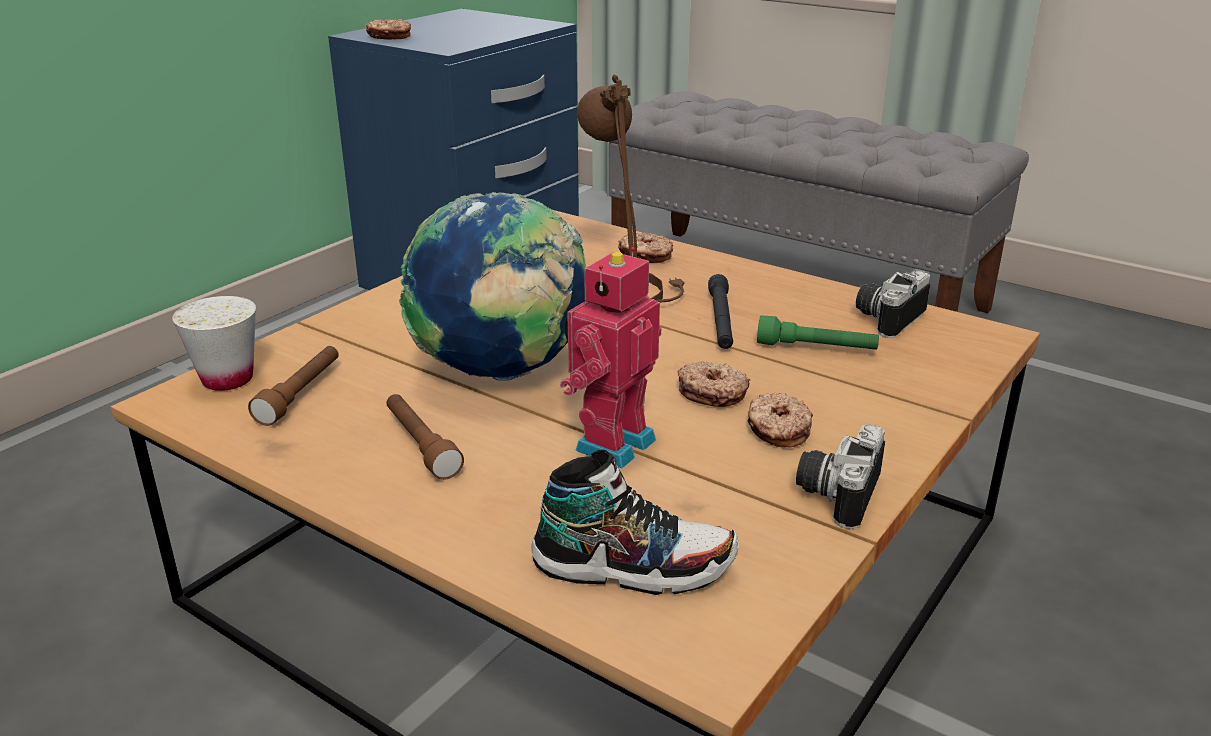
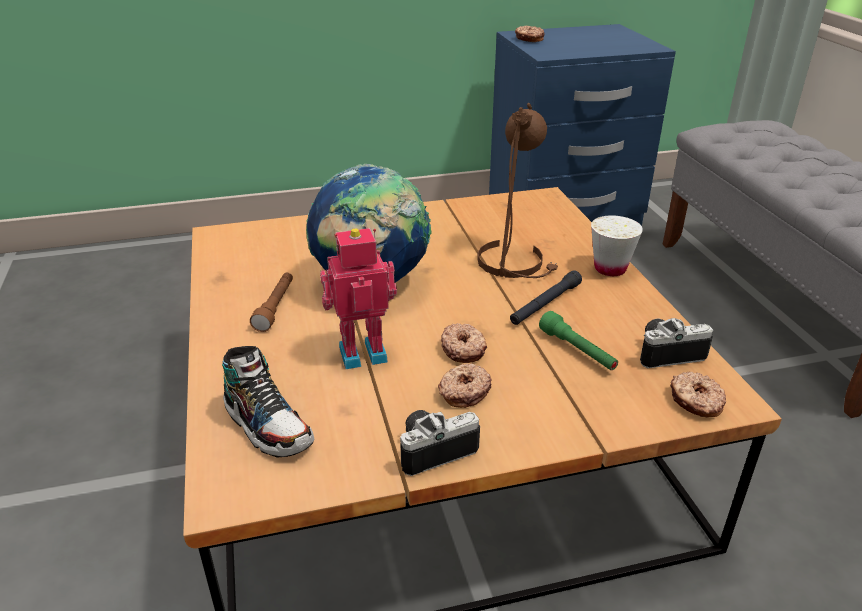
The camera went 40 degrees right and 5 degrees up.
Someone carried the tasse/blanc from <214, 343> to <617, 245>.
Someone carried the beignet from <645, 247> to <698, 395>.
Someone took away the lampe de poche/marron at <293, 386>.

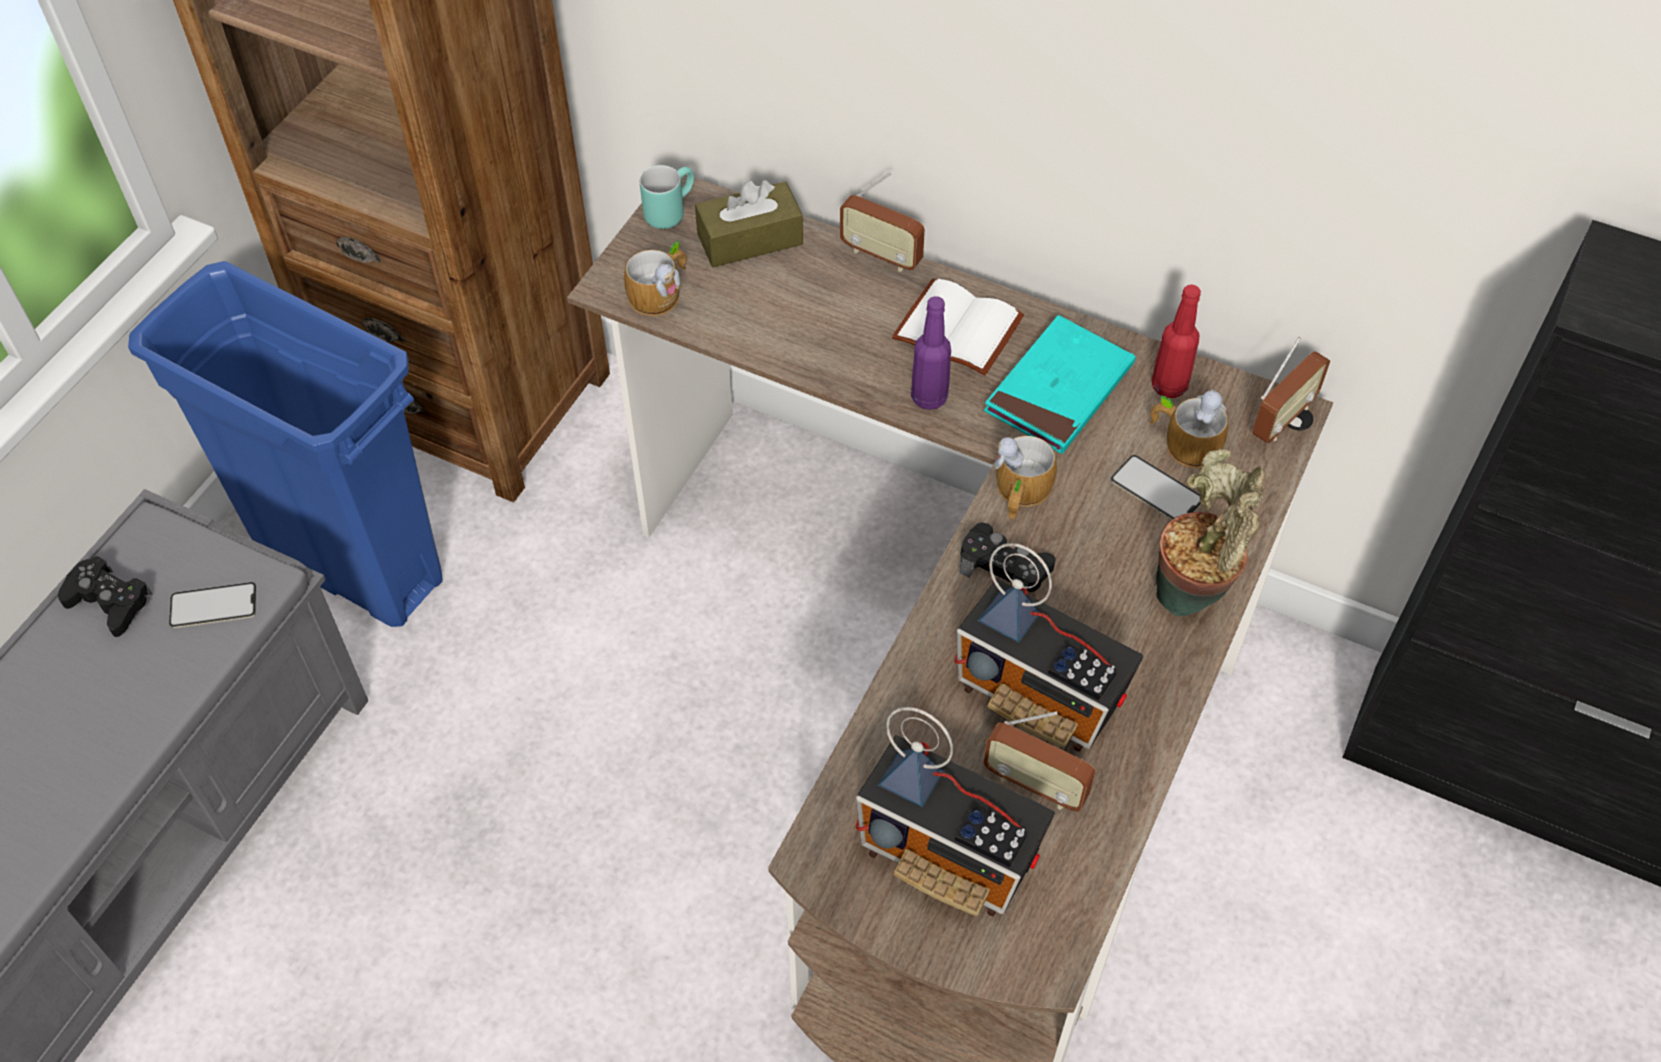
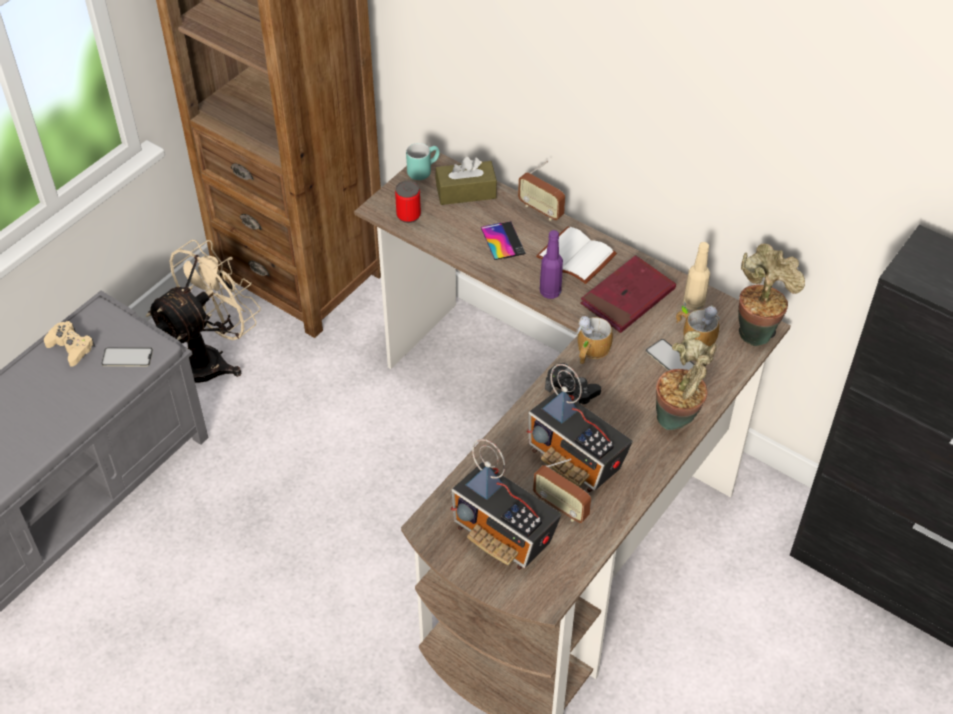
The camera went 10 degrees right and 5 degrees down.
Someone repainted the manette/noir at <105, 596>, which became the manette/beige at <69, 344>.
Someone swapped the poubelle/bleu at <285, 444> for the ventilateur/beige at <203, 311>.
Someone swapped the mug at <655, 278> for the boîte métallique at <408, 202>.
Someone put down the téléphone at <503, 240>.
Someone repainted the livre/turquoise at <1060, 384>, which became the livre/rouge at <628, 294>.
Someone repainted the bouteille/rouge at <1176, 341>, which became the bouteille/beige at <696, 276>.
Someone swapped the radio at <1291, 390> for the plante en pot at <771, 294>.

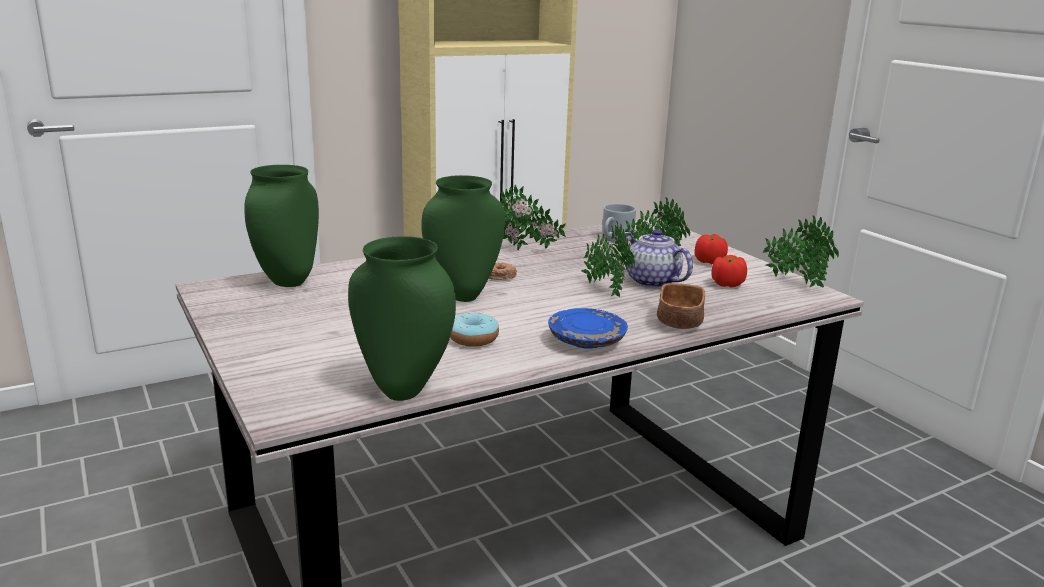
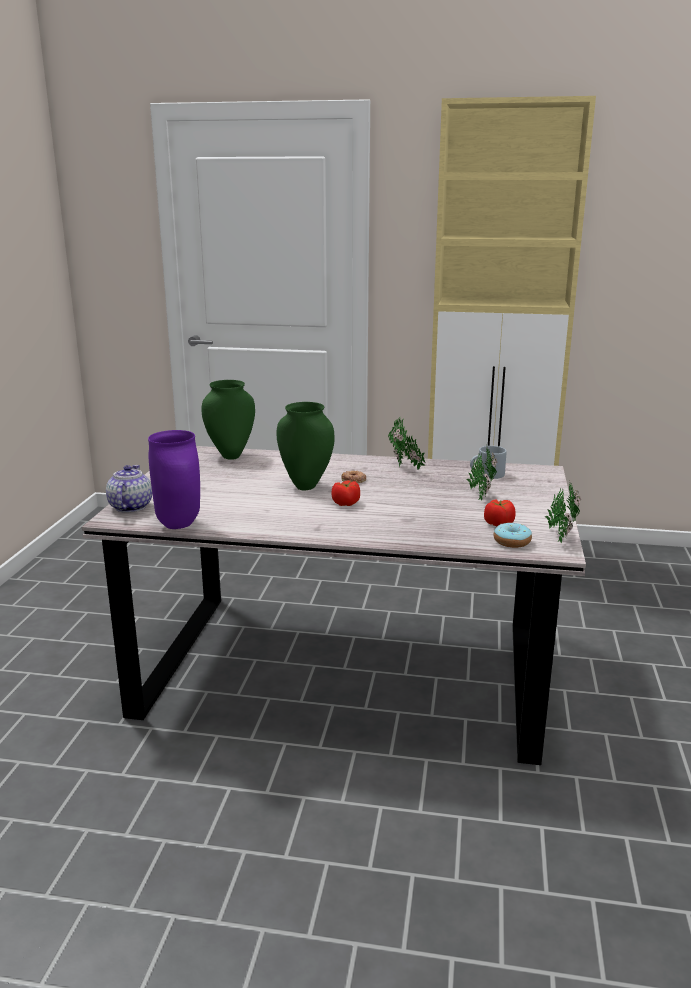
The camera went 40 degrees right and 0 degrees up.
Someone carried the théière from <658, 258> to <129, 489>.
Someone repainted the vase/vert at <402, 318>, which became the vase/violet at <174, 479>.
Someone carried the tomate from <711, 249> to <345, 493>.
Someone carried the beignet from <474, 330> to <513, 535>.
Someone took away the assiette/bleu at <588, 328>.
Someone took away the plante en pot at <608, 259>.
Someone took away the bol/marron at <681, 306>.

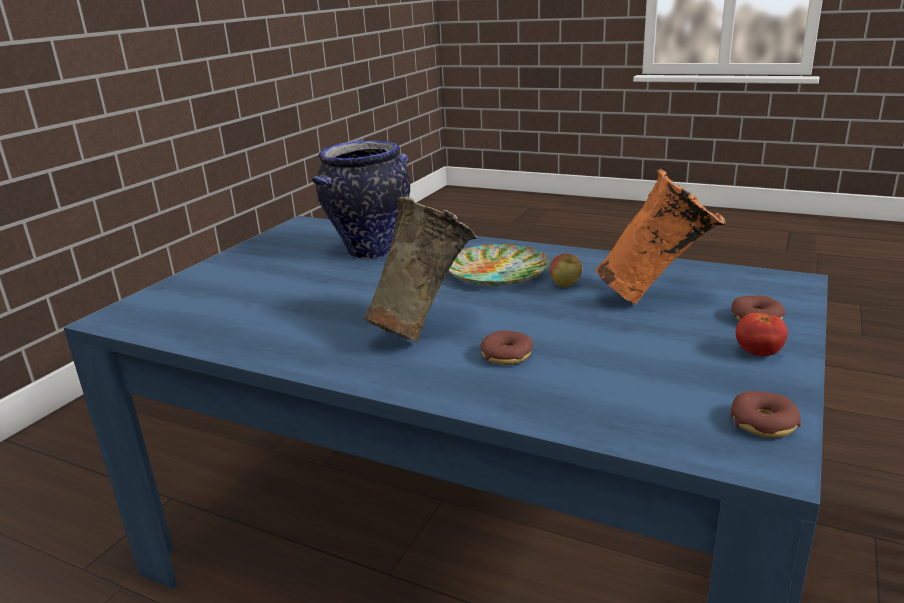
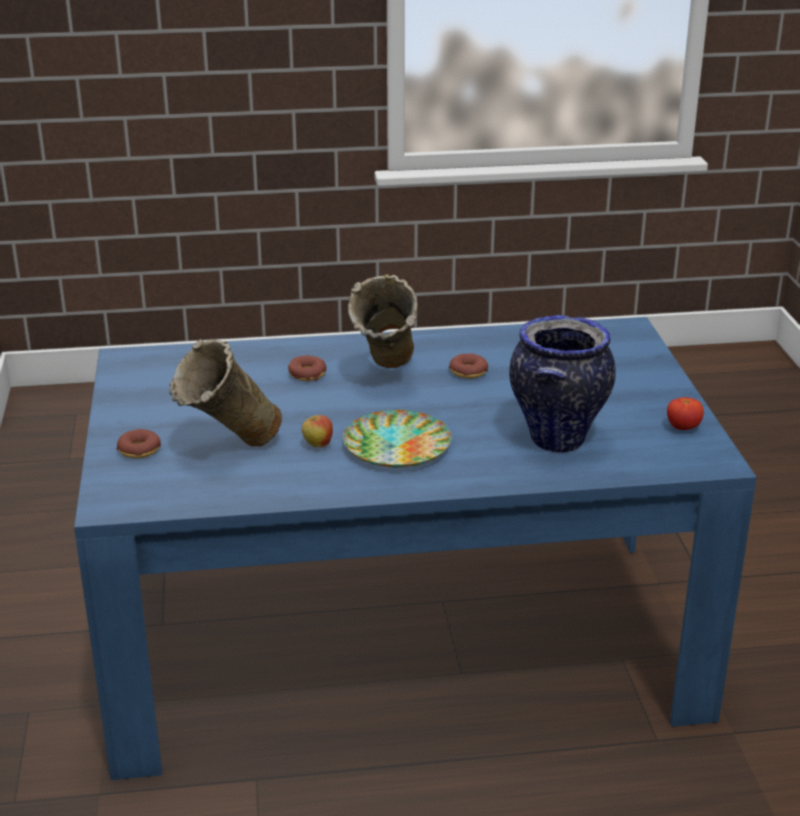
The camera went 145 degrees right and 5 degrees up.
Someone repainted the vase/orange at <660, 237>, which became the vase/beige at <225, 393>.
Someone carried the beignet from <765, 414> to <468, 366>.
Someone carried the tomate from <762, 334> to <685, 413>.

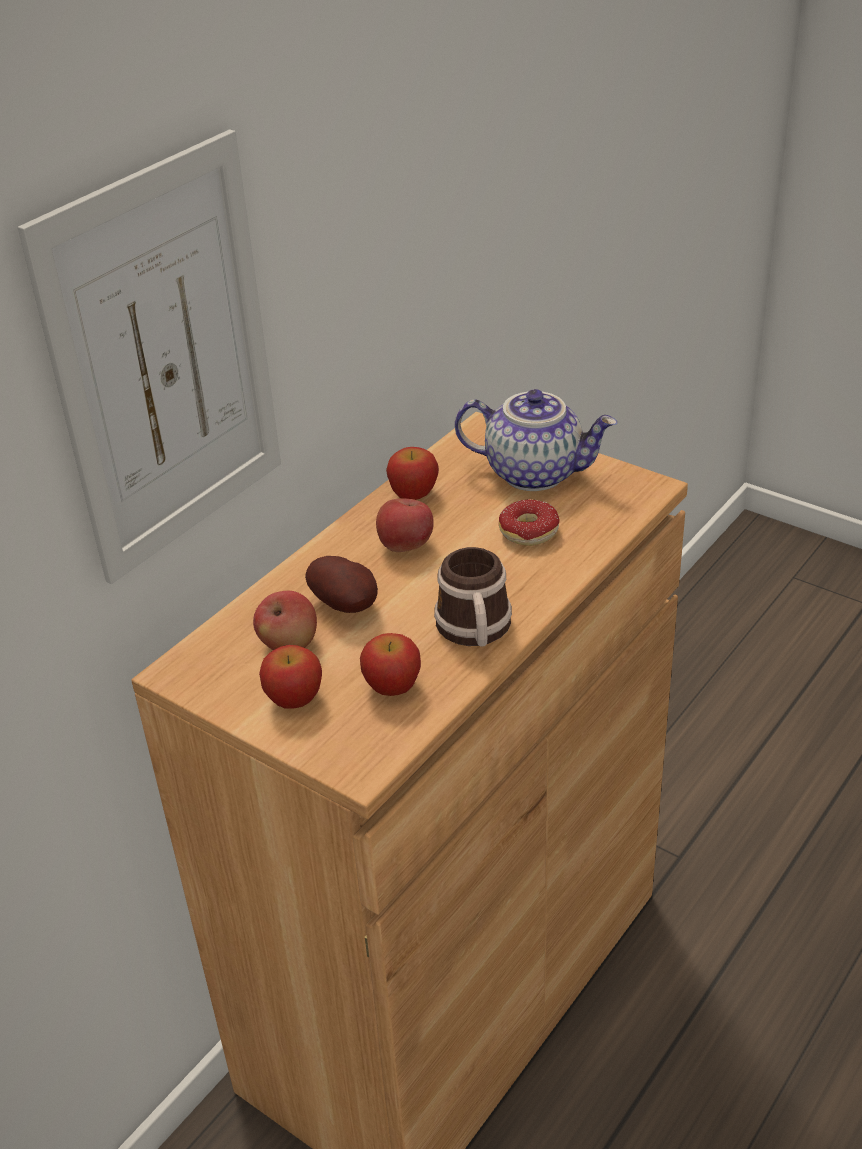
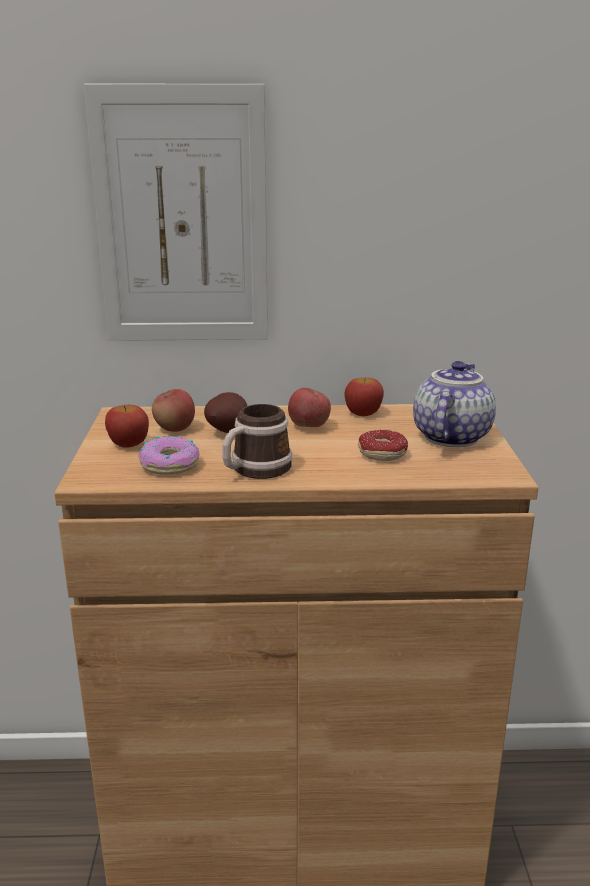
The camera went 50 degrees right and 15 degrees down.
Someone swapped the pomme at <390, 664> for the beignet at <169, 455>.
Someone rotated the théière at <536, 440> by 135 degrees counterclockwise.

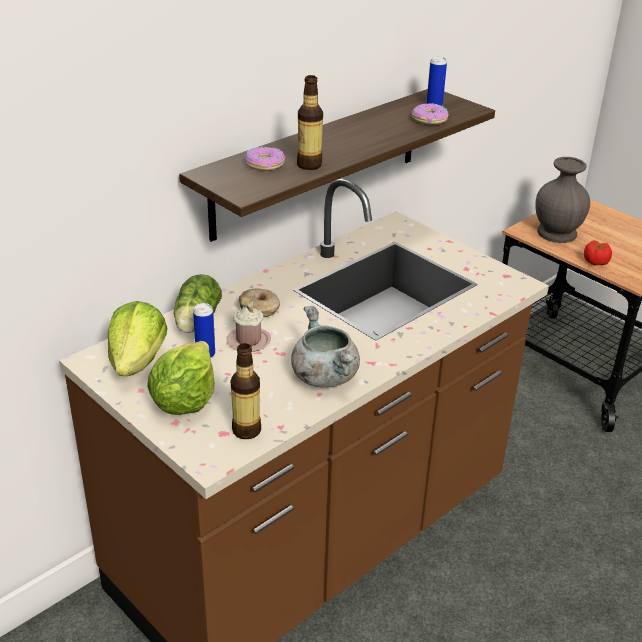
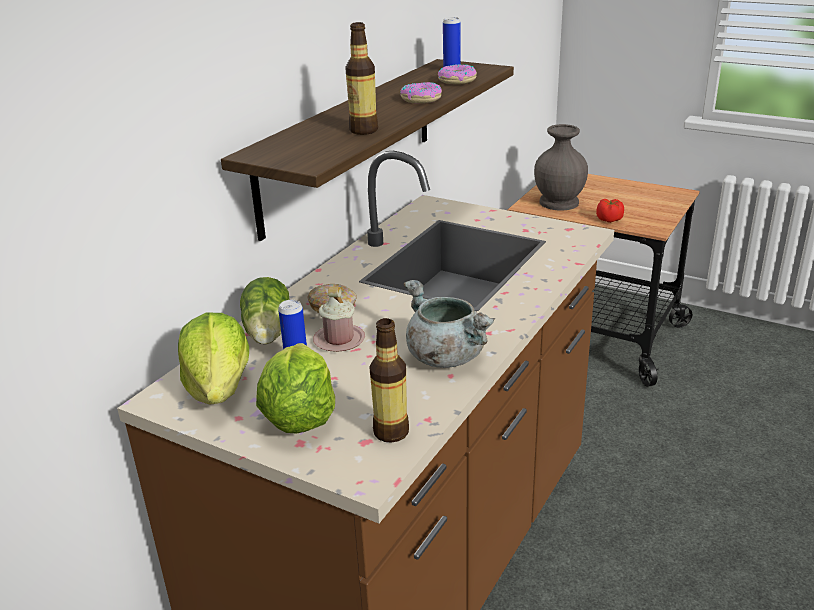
The camera went 15 degrees left and 5 degrees down.
Someone carried the beignet from <265, 158> to <421, 92>.

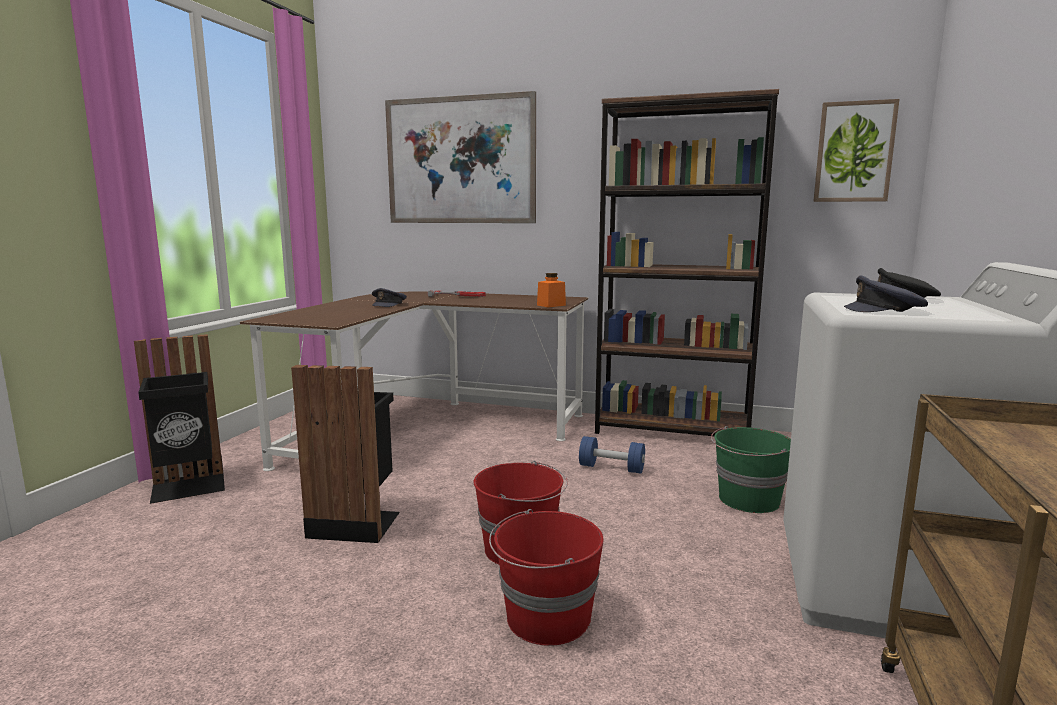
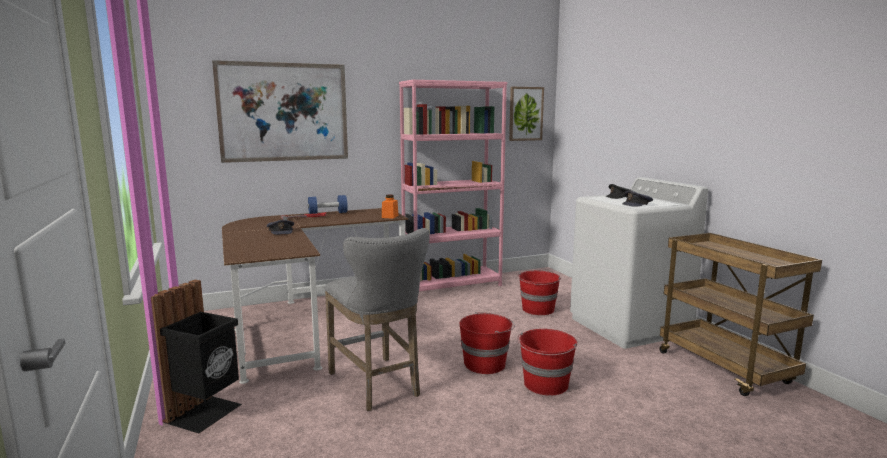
The camera went 40 degrees left and 0 degrees up.
Someone carried the haltère/bleu from <612, 454> to <328, 204>.
Someone swapped the poubelle/noir at <345, 454> for the tabouret/gris at <377, 319>.
Someone repainted the bibliothèque/marron at <687, 262>, which became the bibliothèque/rose at <453, 185>.
Someone repainted the seau/vert at <751, 469>, which became the seau/rouge at <539, 293>.

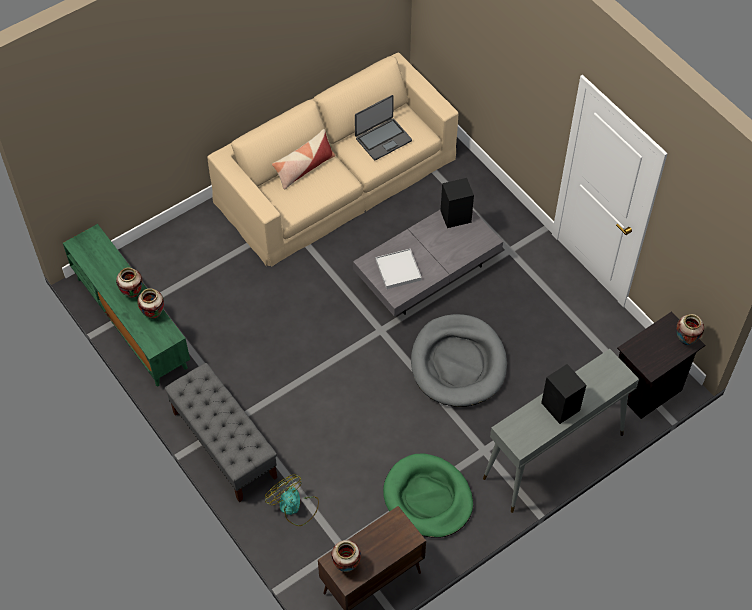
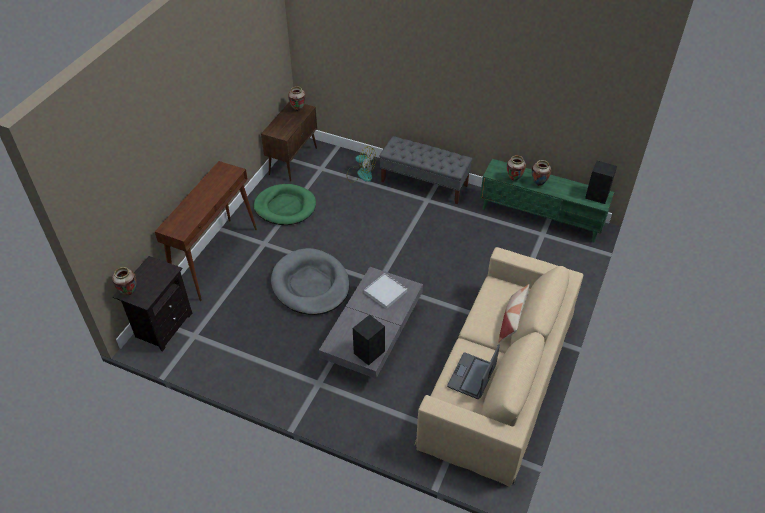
The camera went 150 degrees right and 10 degrees down.
Someone repainted the table console/gris at <561, 431>, which became the table console/marron at <206, 231>.
Someone carried the enceinte/noir from <563, 394> to <601, 182>.

